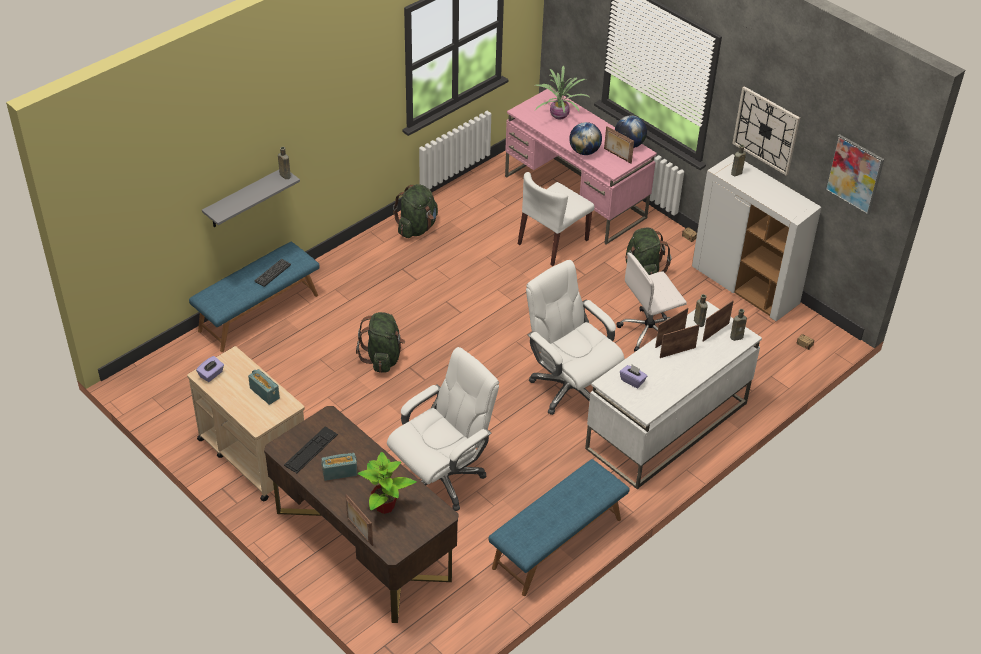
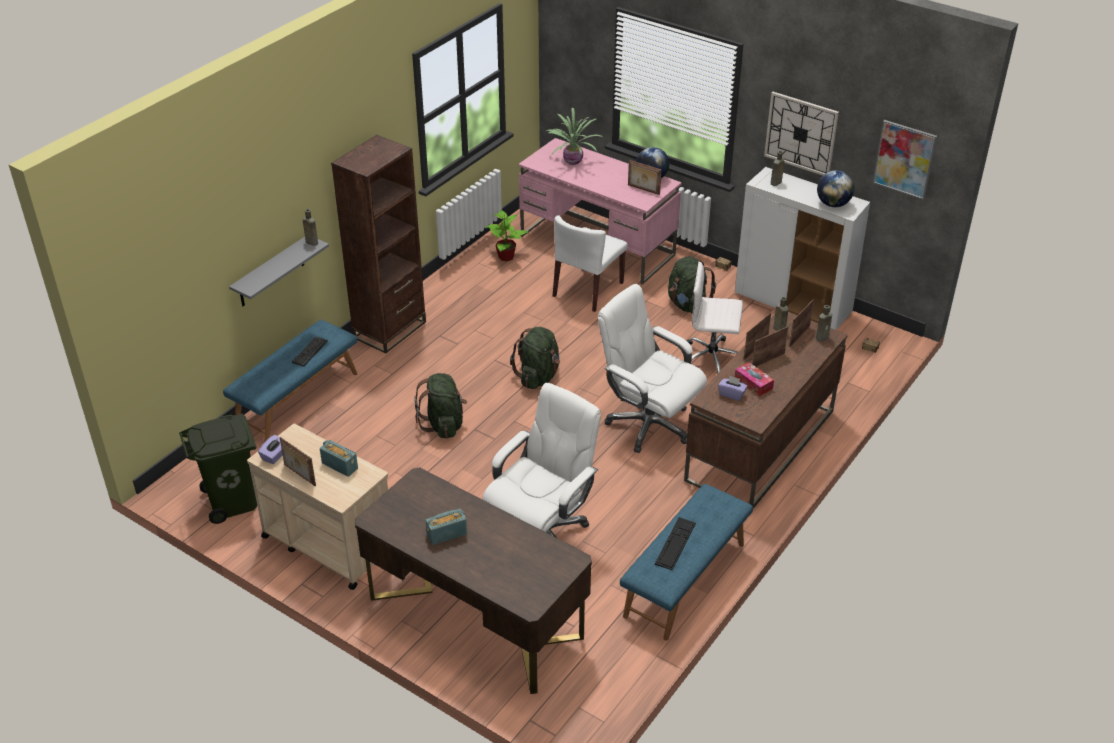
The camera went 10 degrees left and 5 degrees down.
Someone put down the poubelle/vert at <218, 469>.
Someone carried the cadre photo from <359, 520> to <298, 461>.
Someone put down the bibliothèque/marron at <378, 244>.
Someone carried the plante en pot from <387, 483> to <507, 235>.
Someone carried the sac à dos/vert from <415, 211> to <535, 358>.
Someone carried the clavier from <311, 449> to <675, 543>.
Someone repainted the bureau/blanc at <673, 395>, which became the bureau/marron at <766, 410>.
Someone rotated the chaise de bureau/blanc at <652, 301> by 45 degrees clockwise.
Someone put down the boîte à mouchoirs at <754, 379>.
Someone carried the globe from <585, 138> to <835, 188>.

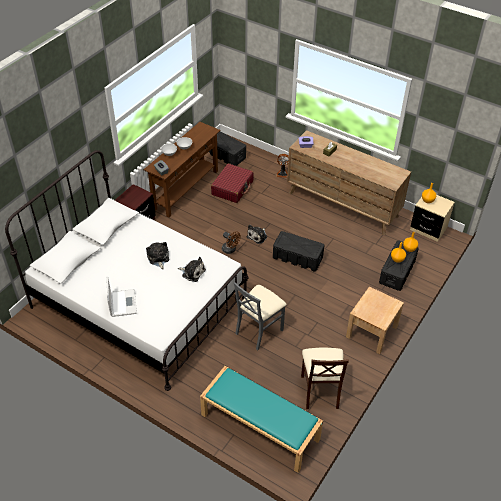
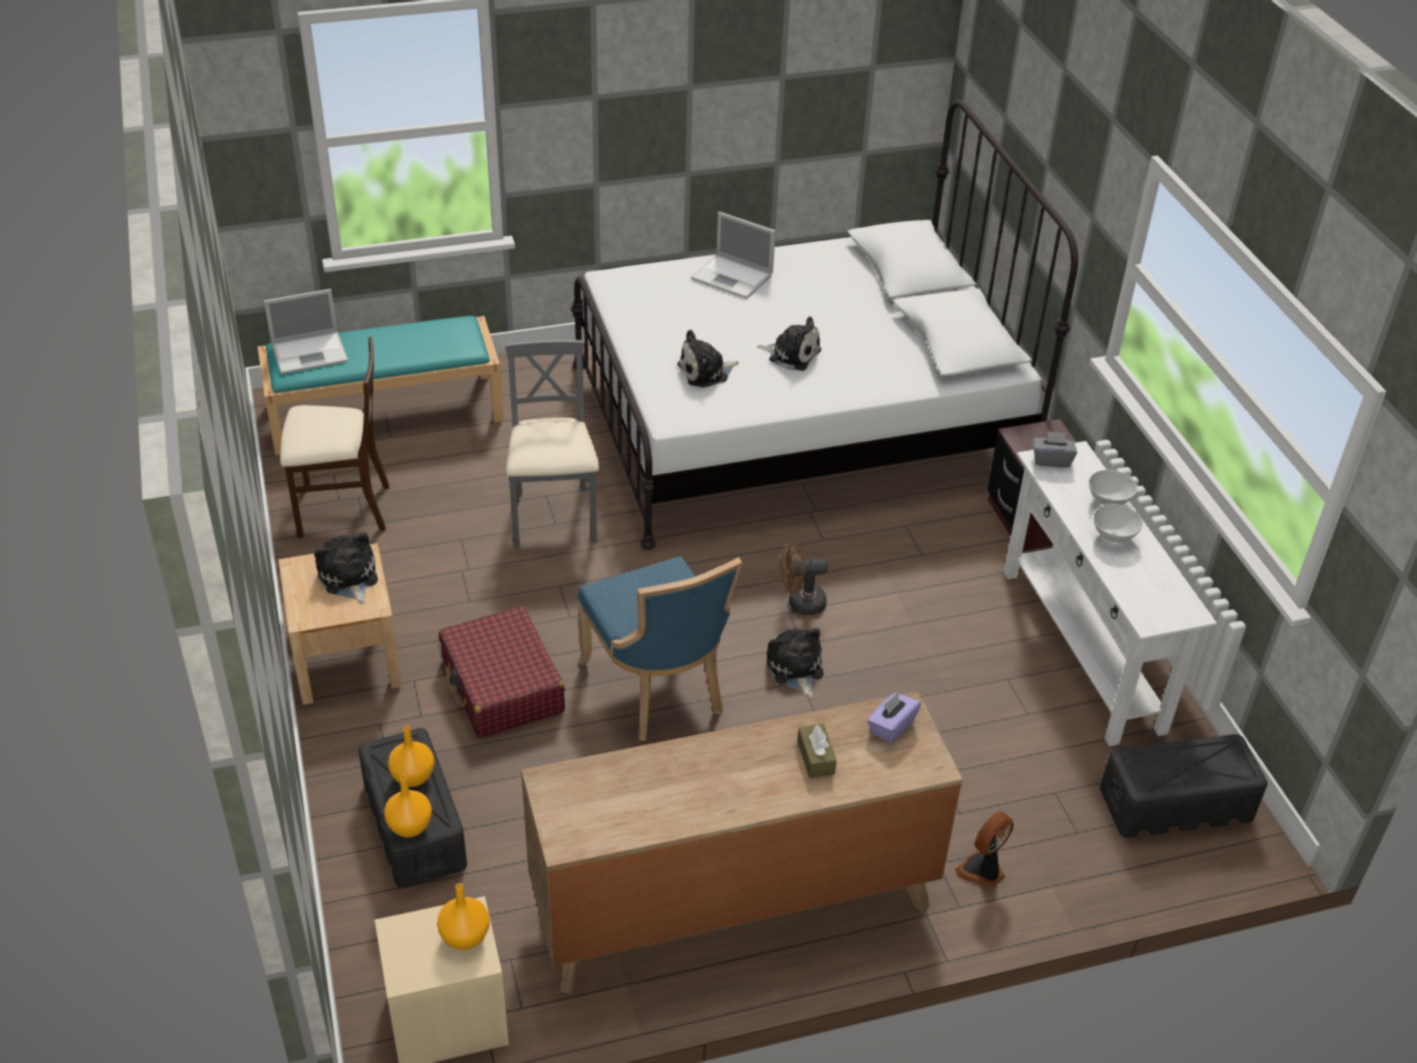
The camera went 130 degrees right and 5 degrees down.
Someone put down the ordinateur portable at <306, 331>.
Someone rotated the chaise/beige at <325, 378> by 135 degrees clockwise.
Someone put down the peluche at <346, 568>.
Someone carried the valise/rouge from <232, 183> to <502, 672>.
Someone swapped the boîte de rangement/noir at <298, 251> for the chaise/bleu at <659, 648>.
Someone repainted the table console/marron at <182, 169>, which became the table console/blanc at <1110, 593>.

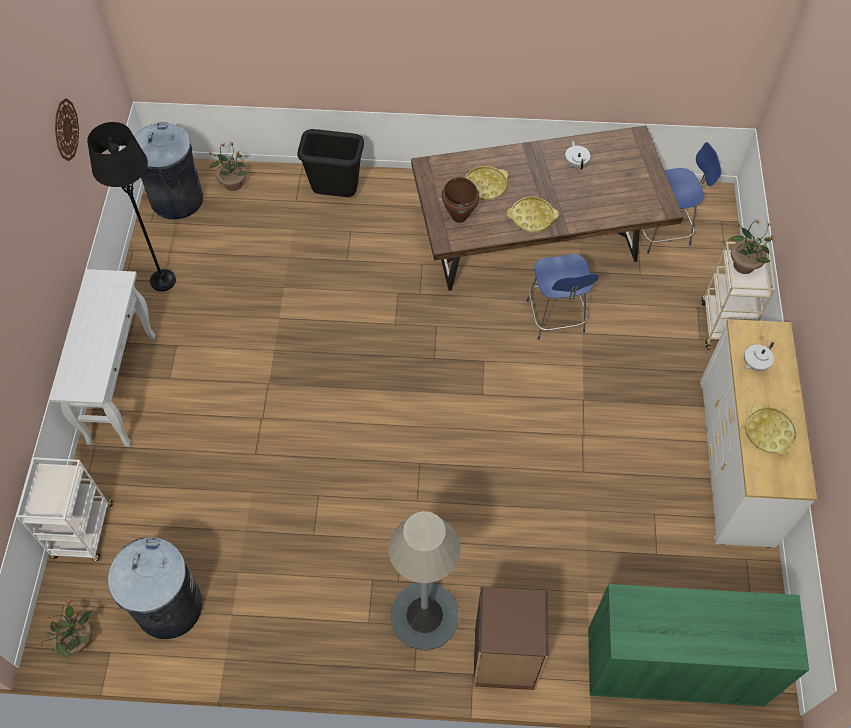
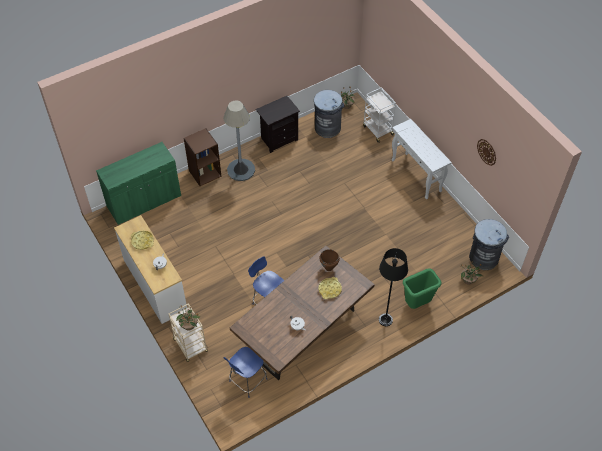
The camera went 145 degrees right and 5 degrees down.
Someone put down the table de chevet/noir at <278, 124>.
Someone carried the lampadaire/noir from <131, 206> to <393, 287>.
Someone repainted the poubelle/noir at <330, 163>, which became the poubelle/vert at <422, 288>.
Someone took away the plateau/jaune at <533, 214>.

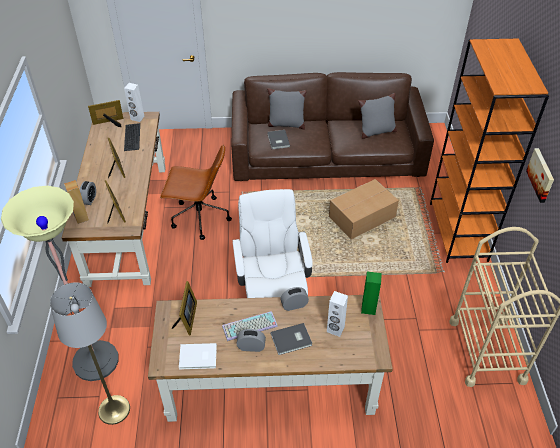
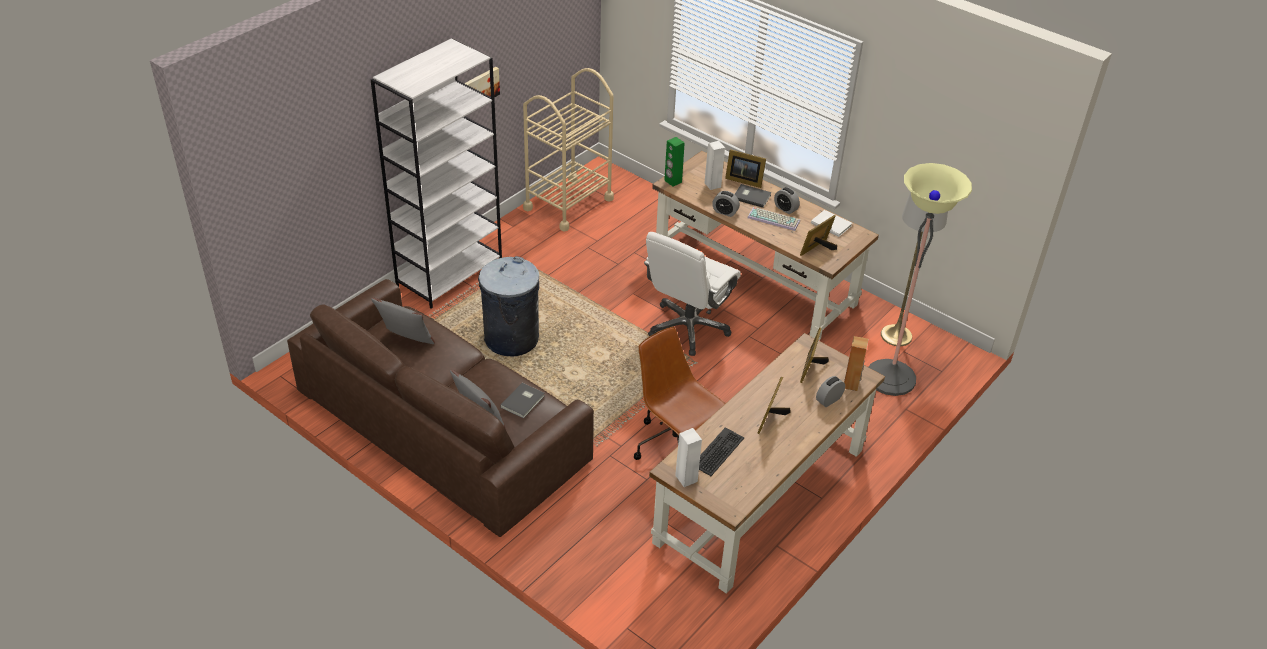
The camera went 140 degrees left and 5 degrees down.
Someone repainted the bibliothèque/orange at <489, 150>, which became the bibliothèque/blanc at <436, 174>.
Someone swapped the carton at <364, 209> for the poubelle/gris at <508, 306>.
Someone carried the cadre photo from <105, 113> to <745, 168>.

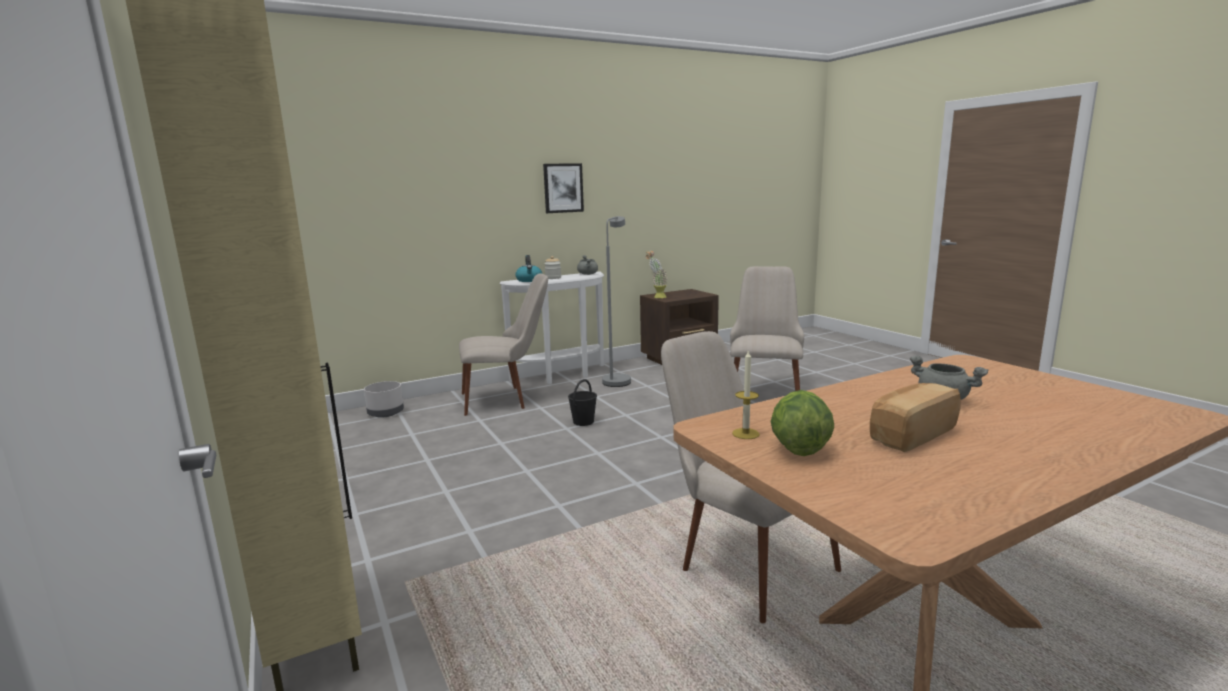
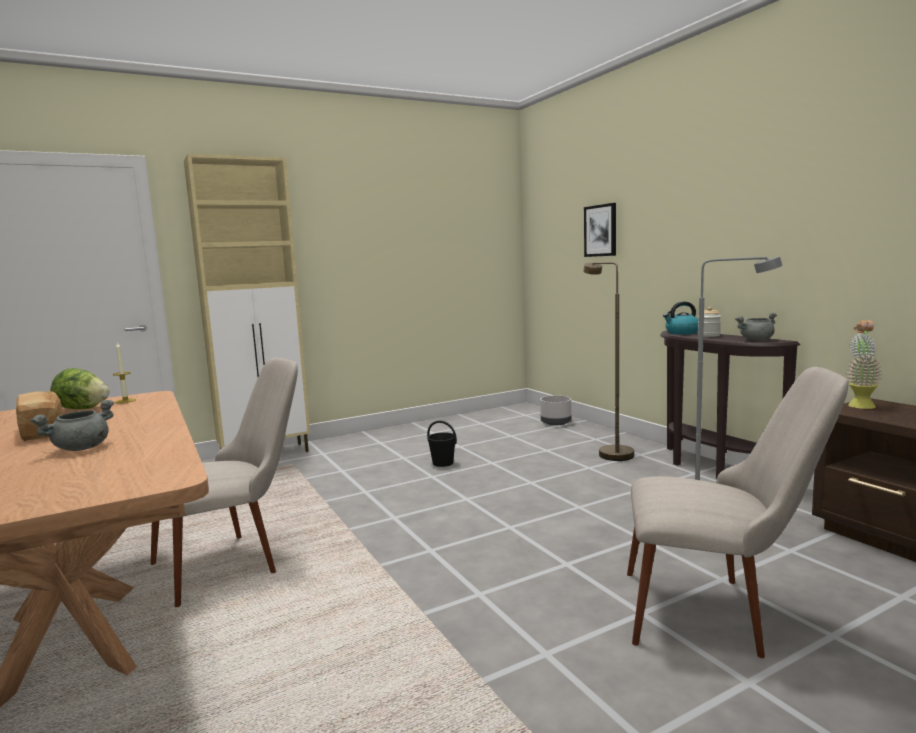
The camera went 90 degrees right and 5 degrees down.
Someone carried the seau/noir from <582, 402> to <442, 444>.
Someone swapped the chaise/beige at <503, 344> for the lampadaire/marron at <608, 361>.
Someone carried the tableau from <563, 188> to <600, 230>.
Someone repainted the table console/blanc at <551, 327>, which became the table console/marron at <730, 405>.

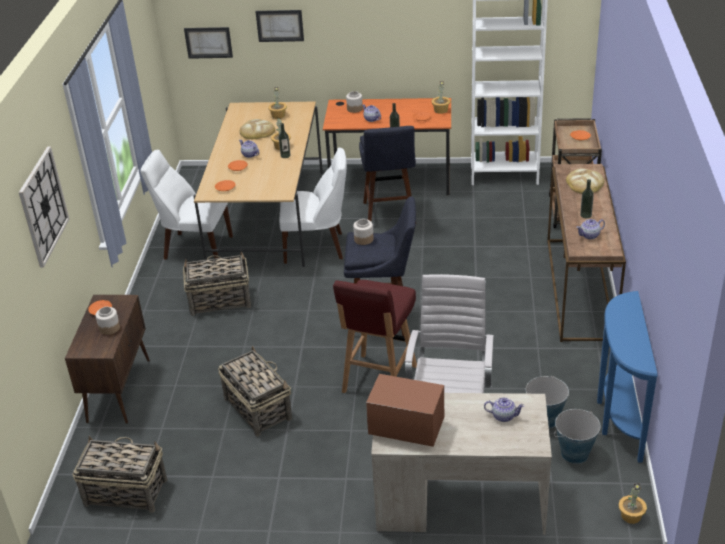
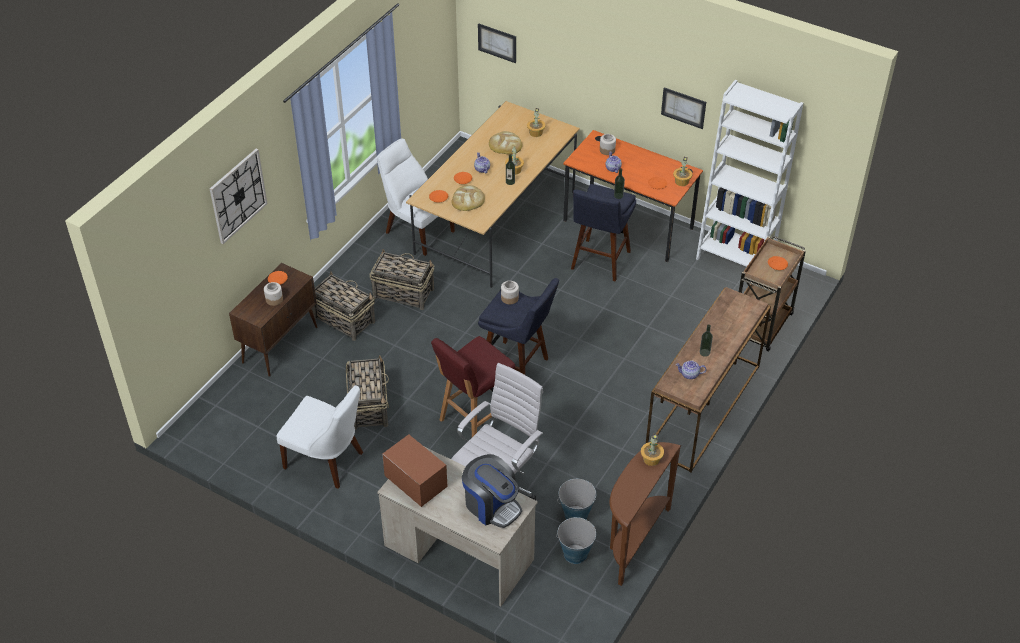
The camera went 25 degrees right and 10 degrees up.
Someone carried the chaise/blanc from <313, 206> to <320, 437>.
Someone carried the panier from <120, 474> to <343, 306>.
Someone carried the pain from <585, 181> to <468, 198>.
Someone swapped the théière at <504, 409> for the machine à café at <492, 491>.
Someone repainted the table console/bleu at <627, 377>, which became the table console/marron at <645, 514>.
Someone carried the plante en pot from <632, 503> to <652, 450>.
Someone carried the tableau from <279, 26> to <683, 108>.

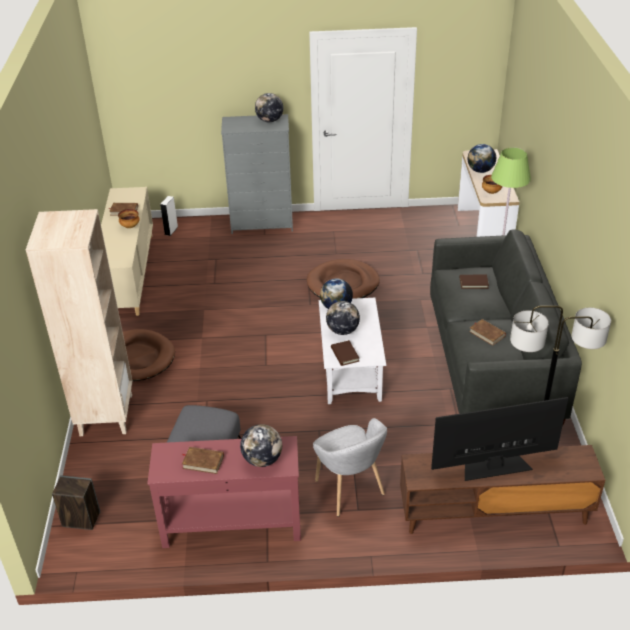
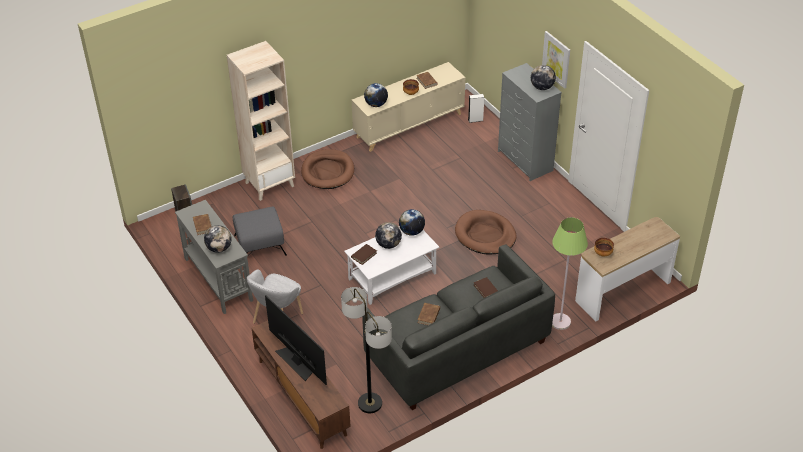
The camera went 60 degrees right and 5 degrees up.
Someone repainted the table console/rouge at <224, 492>, which became the table console/gris at <214, 257>.
Someone carried the globe from <482, 158> to <376, 95>.
Someone put up the tableau at <556, 60>.

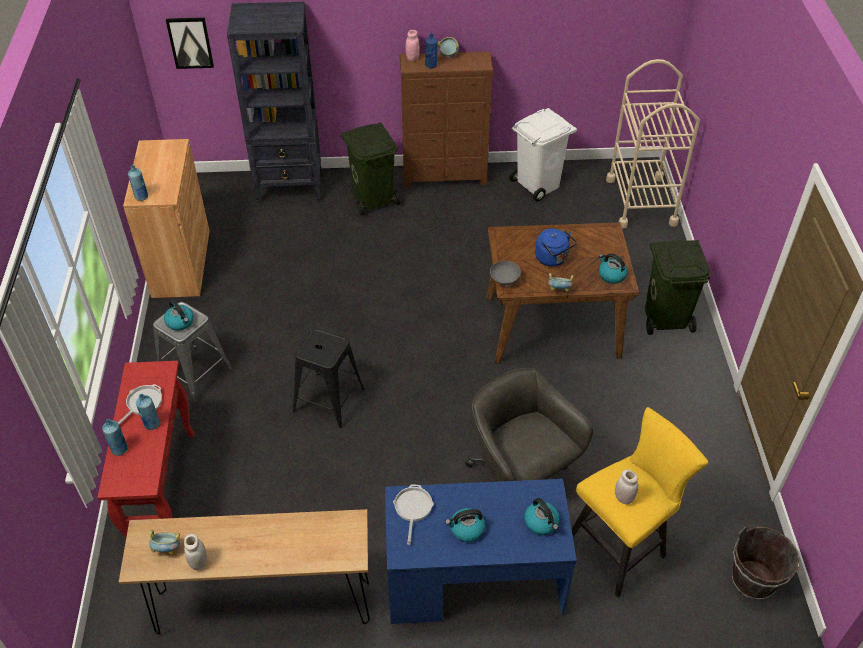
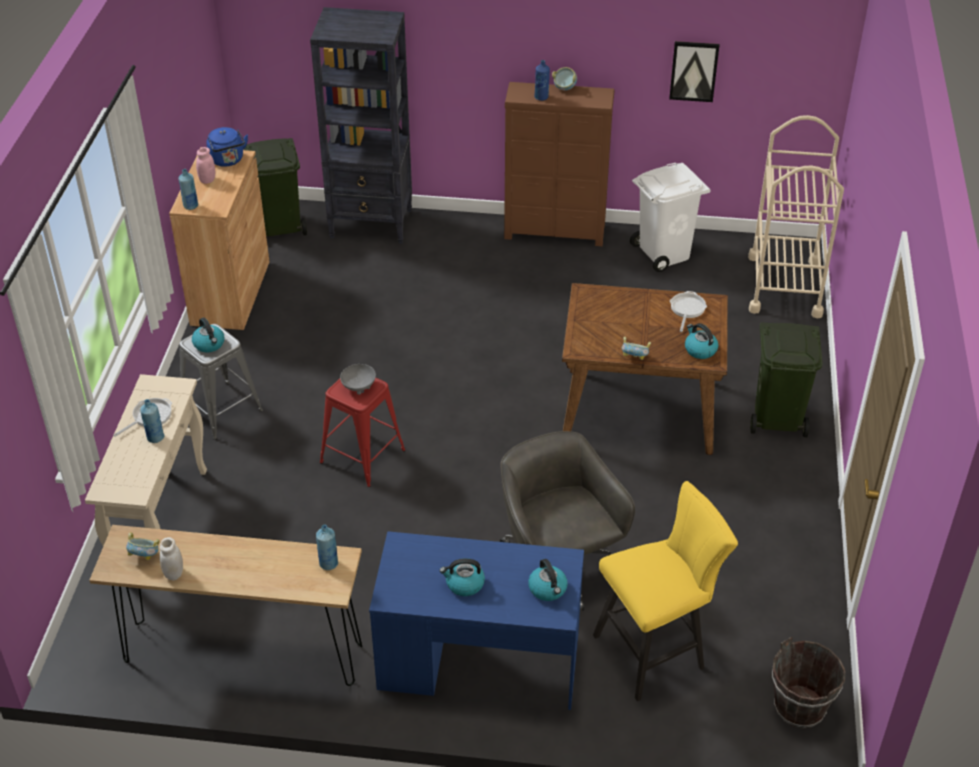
The camera went 10 degrees right and 5 degrees down.
Someone repainted the table console/rouge at <146, 449>, which became the table console/beige at <146, 460>.
Someone carried the bocal/rose from <412, 45> to <205, 165>.
Someone carried the bouilloire/bleu from <556, 247> to <227, 147>.
Someone carried the poubelle/vert from <370, 169> to <275, 187>.
Someone carried the bouteille/bleu from <115, 437> to <327, 547>.
Someone repainted the tabouret/noir at <329, 379>, which became the tabouret/rouge at <362, 432>.
Someone carried the bol/gris from <505, 274> to <358, 379>.
Someone carried the tableau from <190, 43> to <694, 71>.
Someone carried the poêle from <413, 515> to <688, 311>.
Someone took away the bocal/blanc at <627, 486>.

